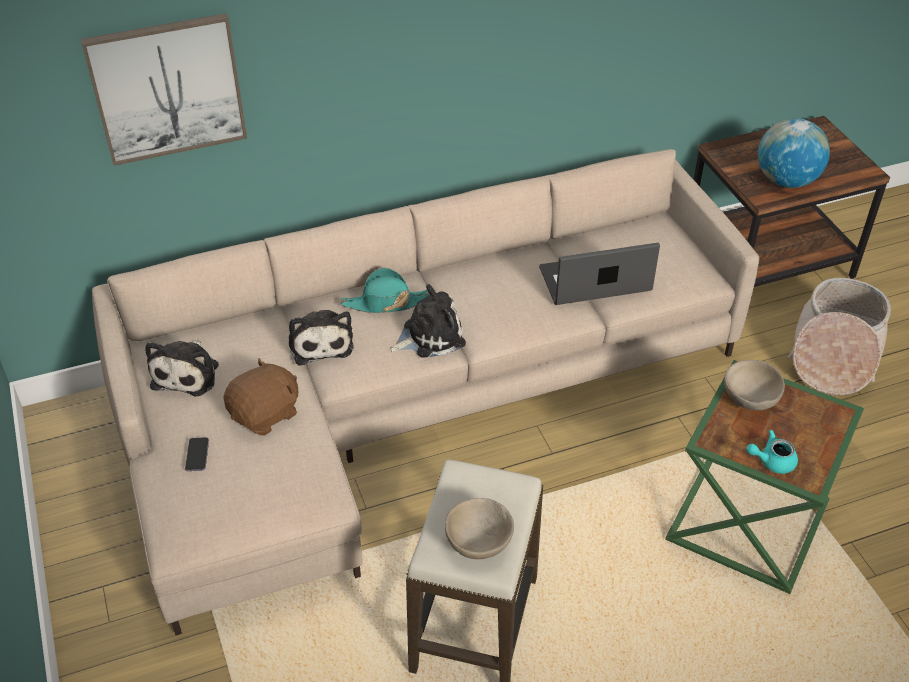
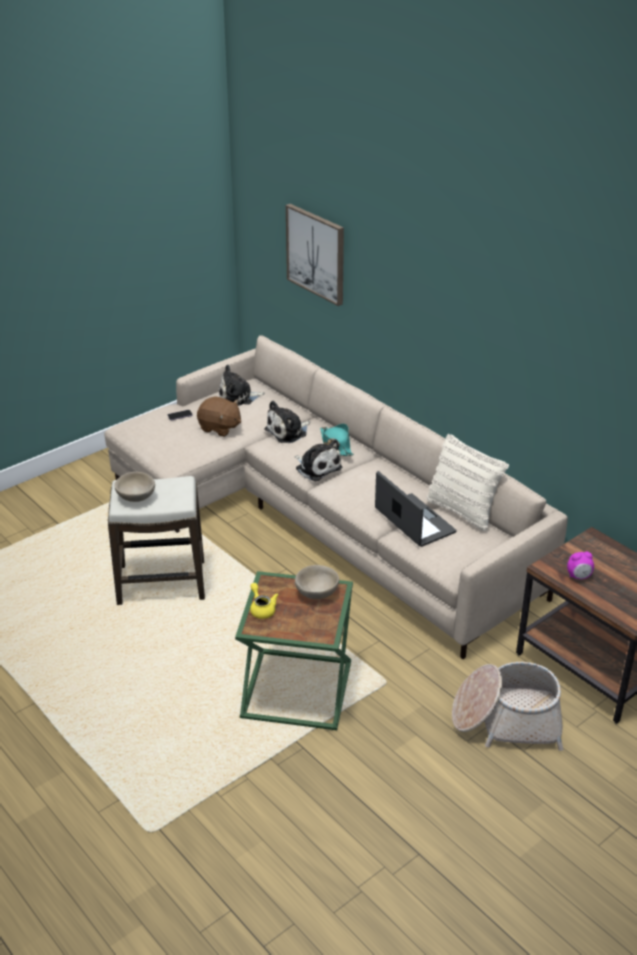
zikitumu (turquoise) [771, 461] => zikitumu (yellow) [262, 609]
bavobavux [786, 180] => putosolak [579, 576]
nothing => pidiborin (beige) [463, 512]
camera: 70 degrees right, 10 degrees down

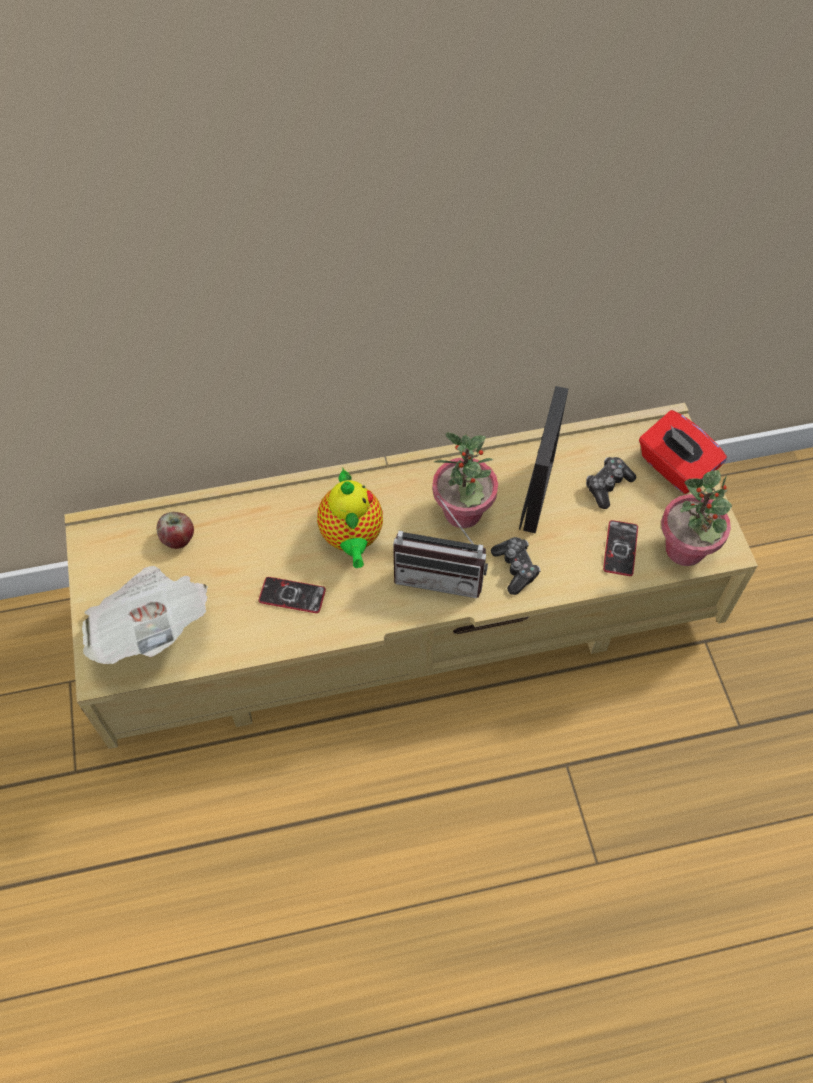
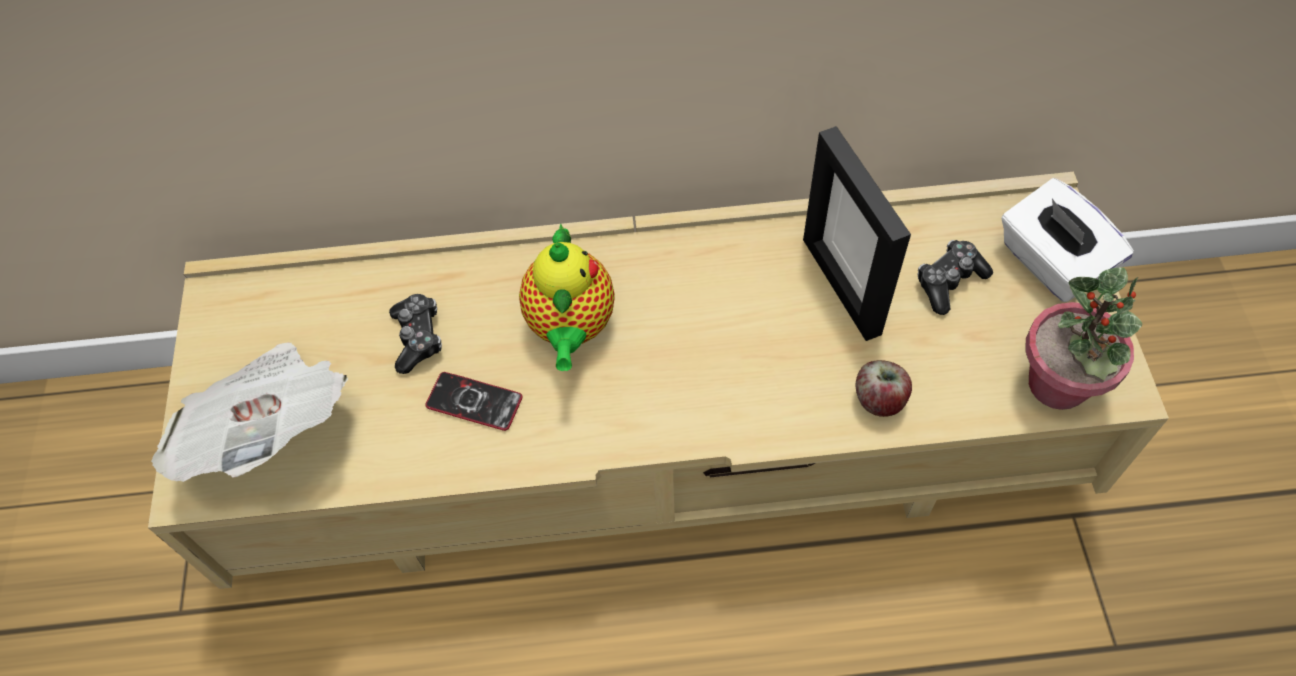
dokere [178, 538] => dokere [879, 400], move
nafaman [441, 574] => nothing
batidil [463, 512] => nothing
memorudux [515, 568] => memorudux [418, 338], move
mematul [536, 493] => mematul [844, 285], 135 degrees clockwise
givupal [620, 548] => nothing
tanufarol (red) [674, 467] => tanufarol (white) [1051, 263]
camera: 10 degrees right, 0 degrees up

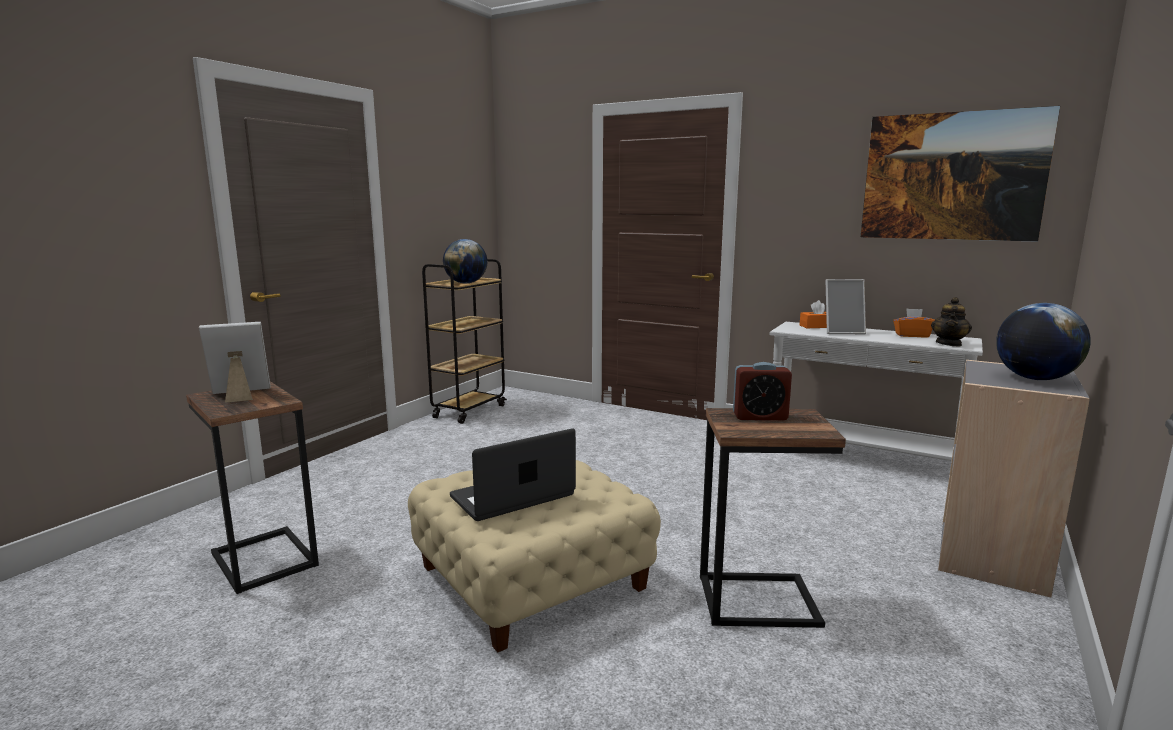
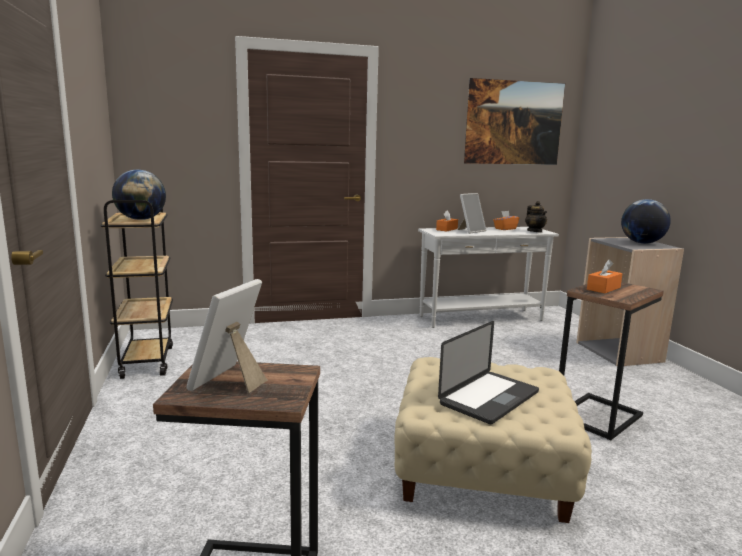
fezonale [512, 496] => fezonale [489, 398], 150 degrees counterclockwise
putosolak [760, 417] => tanufarol (orange) [603, 288]
camera: 45 degrees left, 0 degrees up

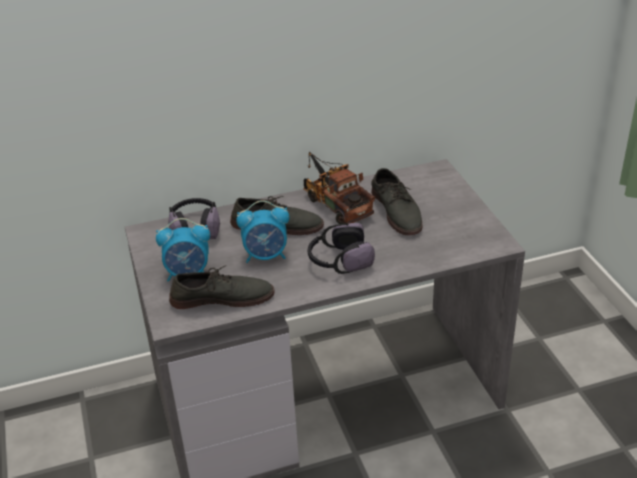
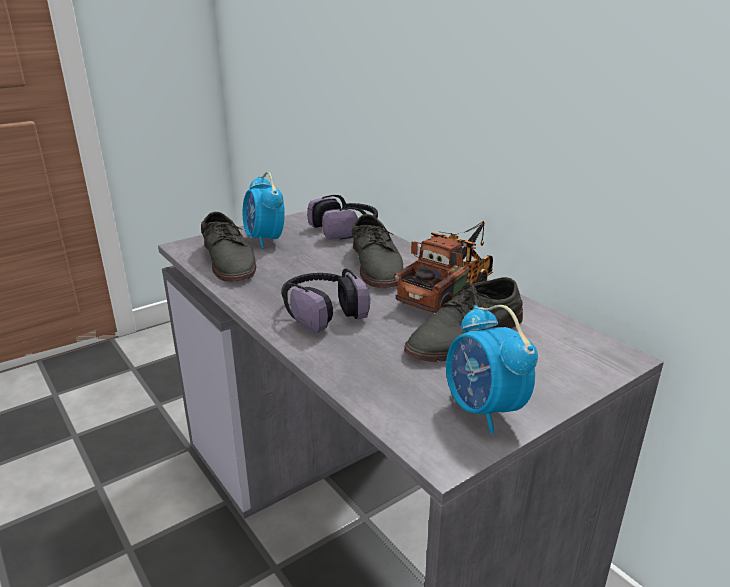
putosolak [266, 256] => putosolak [483, 410], move
camera: 70 degrees right, 10 degrees down

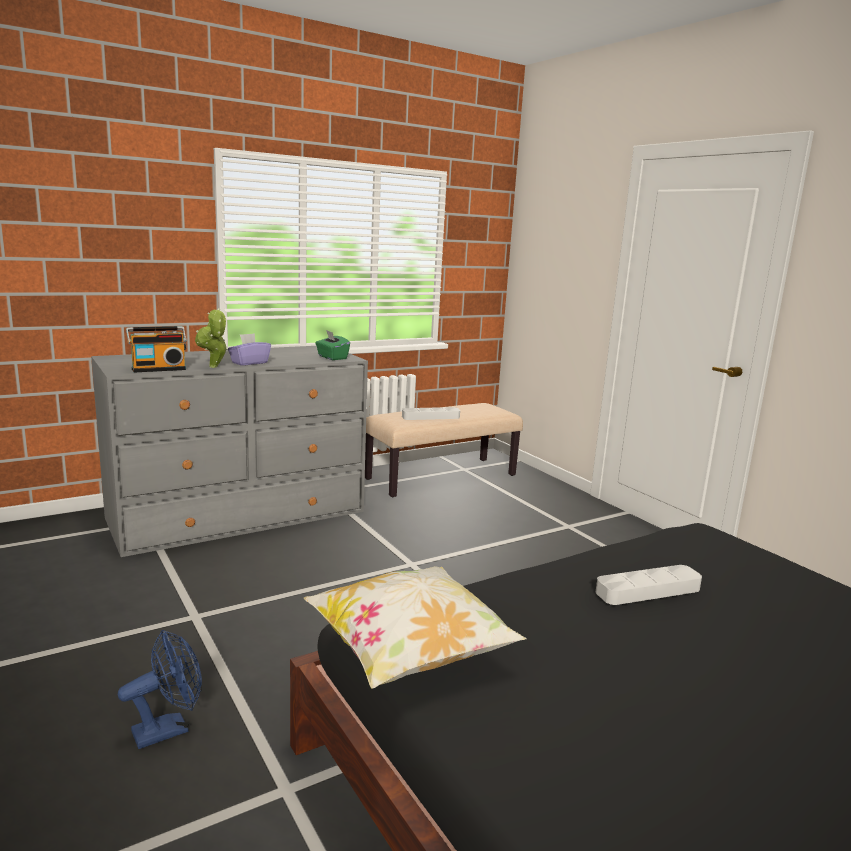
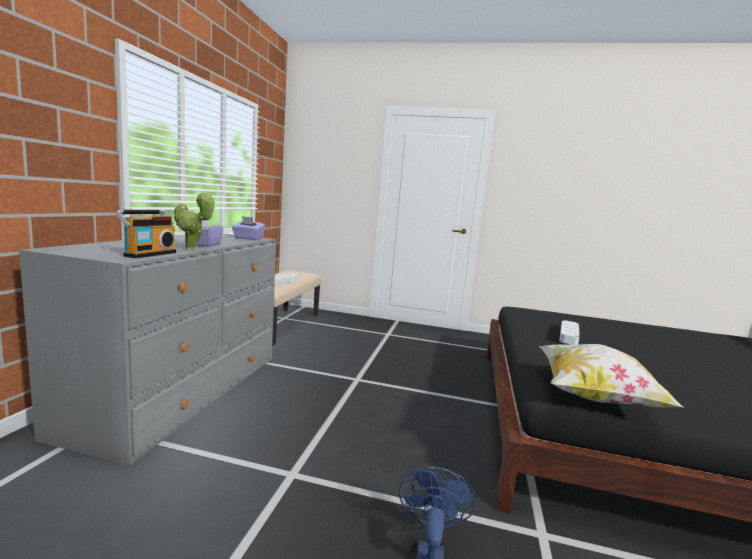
tanufarol (green) [332, 357] => tanufarol (purple) [248, 238]
camera: 45 degrees left, 5 degrees down

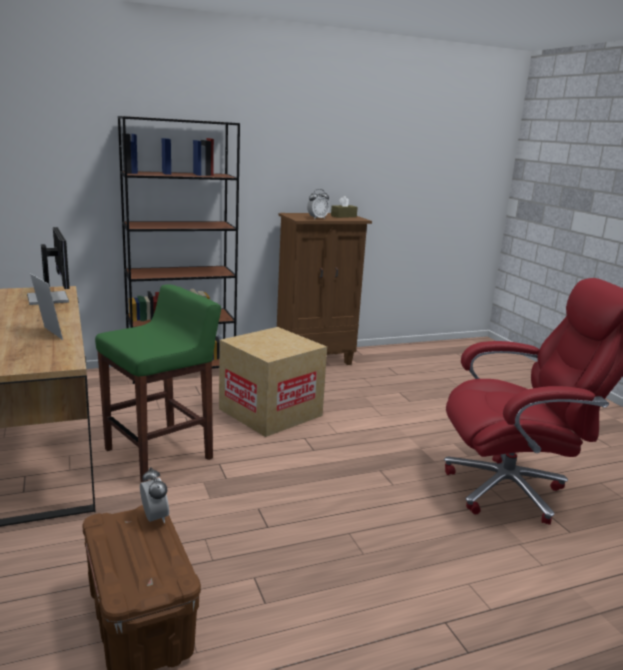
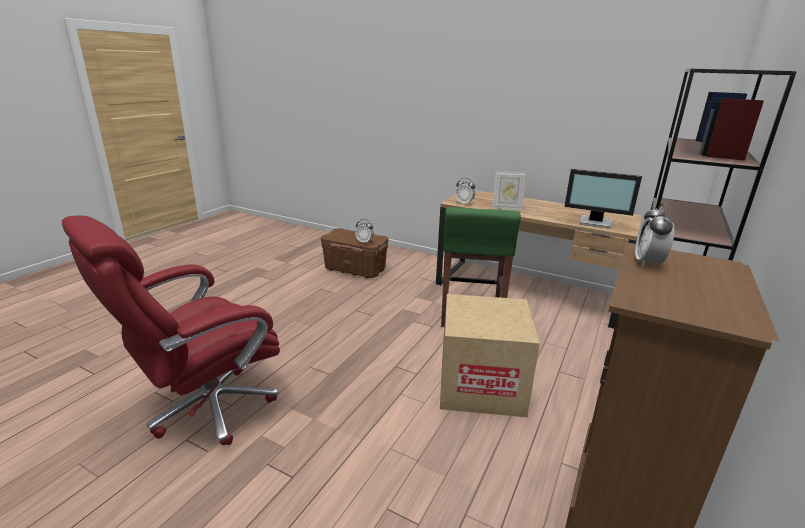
tanufarol (brown) [343, 216] => nothing
nothing => putosolak [464, 203]
camera: 140 degrees right, 5 degrees up

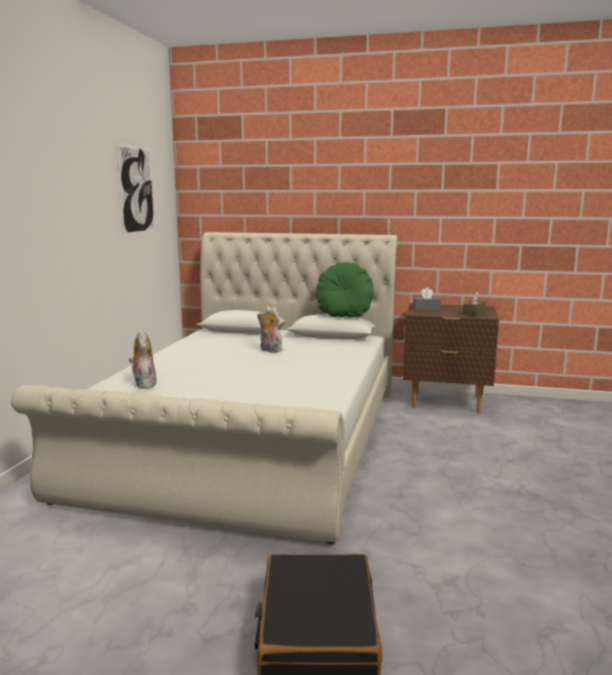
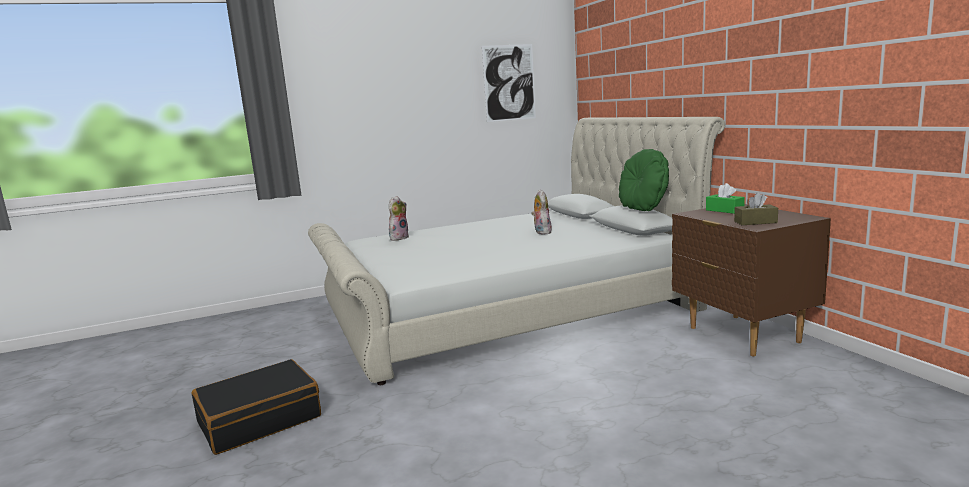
tanufarol (grey) [426, 309] => tanufarol (green) [724, 210]
camera: 55 degrees right, 0 degrees up

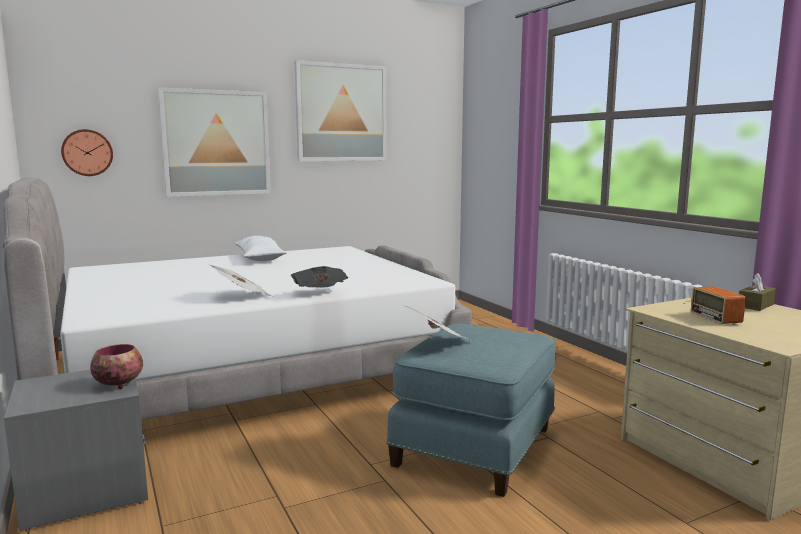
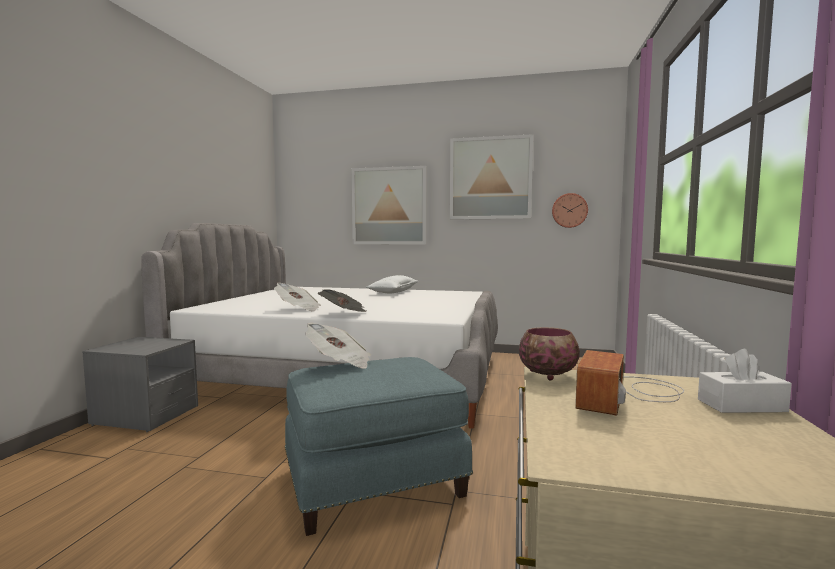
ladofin [87, 152] => ladofin [569, 210], move
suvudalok [119, 384] => suvudalok [548, 375], move
tanufarol (brown) [756, 305] => tanufarol (white) [741, 405]
camera: 40 degrees right, 5 degrees down

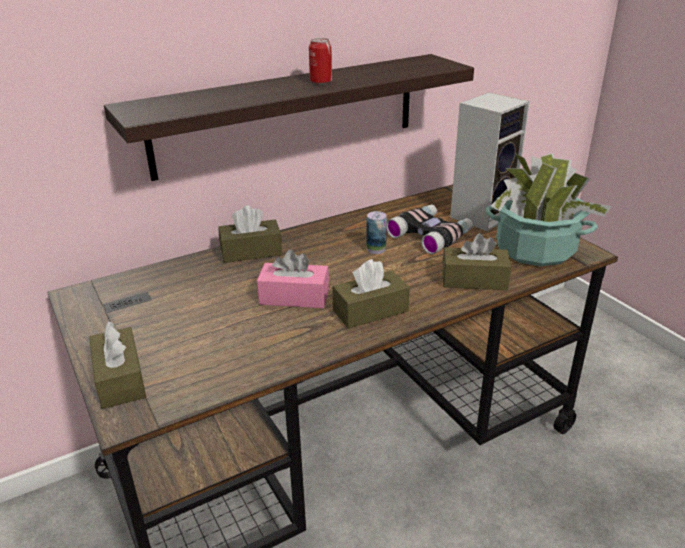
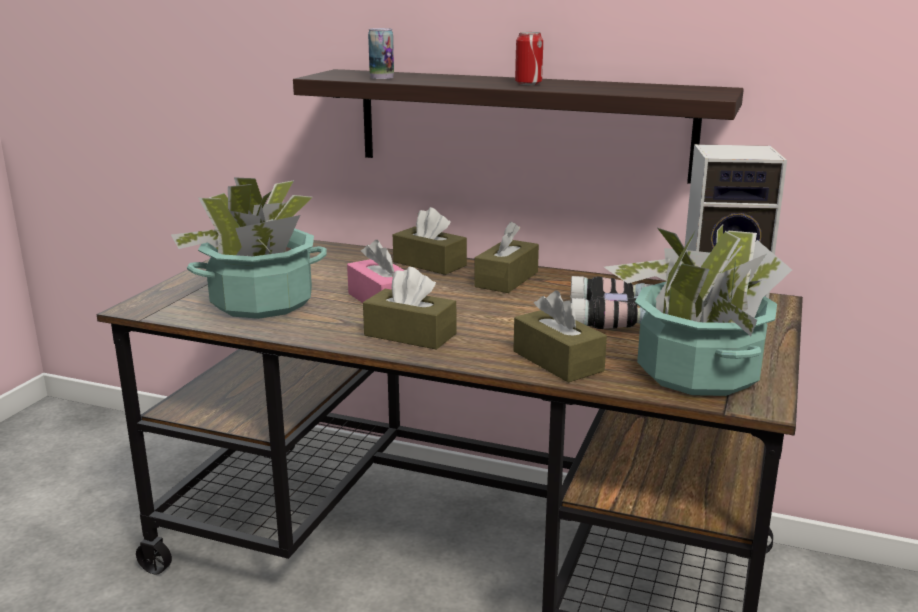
tanufarol (brown) [120, 379] => tanufarol (brown) [506, 279], move
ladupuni [376, 249] => ladupuni [381, 77], move
nothing => batidil [262, 302]
camera: 50 degrees right, 10 degrees down

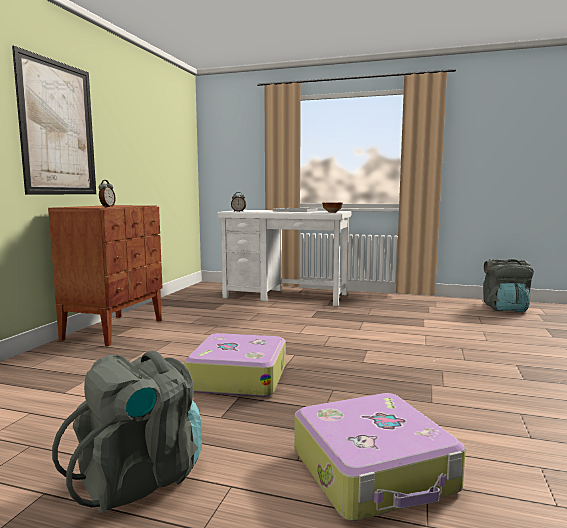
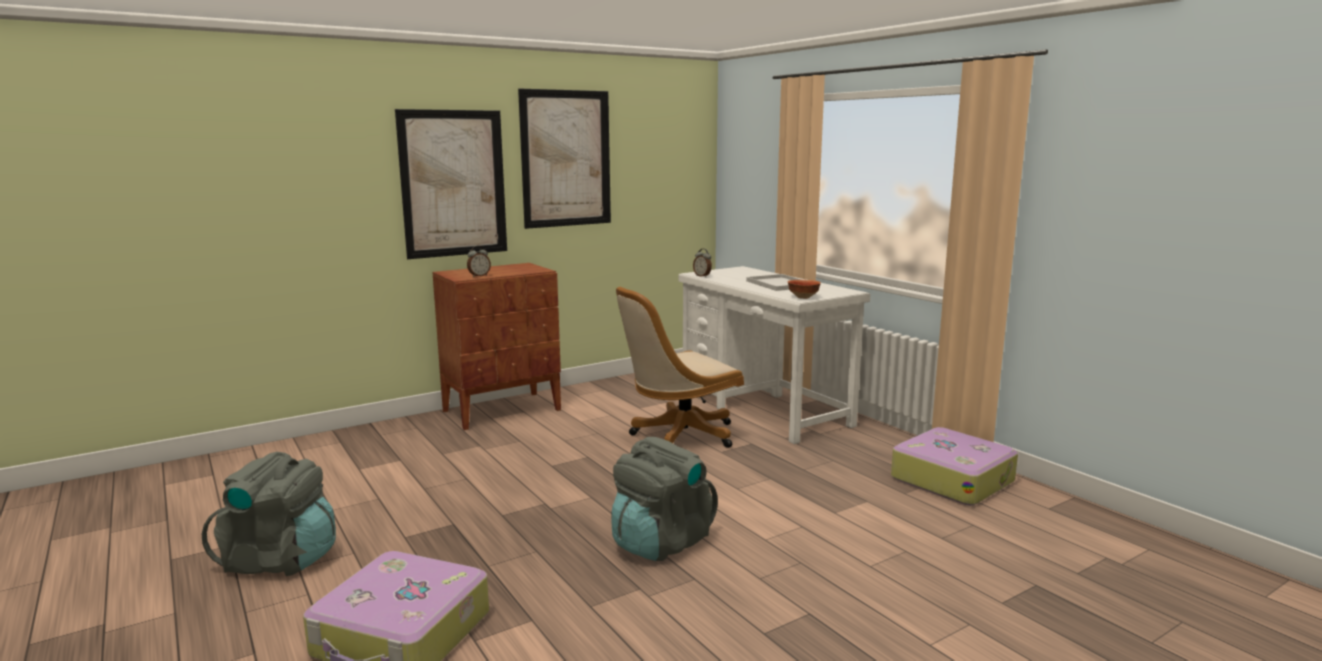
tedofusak [238, 377] => tedofusak [952, 479], move
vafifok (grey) [505, 308] => vafifok (grey) [660, 542], move
nothing => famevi [566, 159]
nothing => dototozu [678, 436]
camera: 40 degrees right, 5 degrees up

